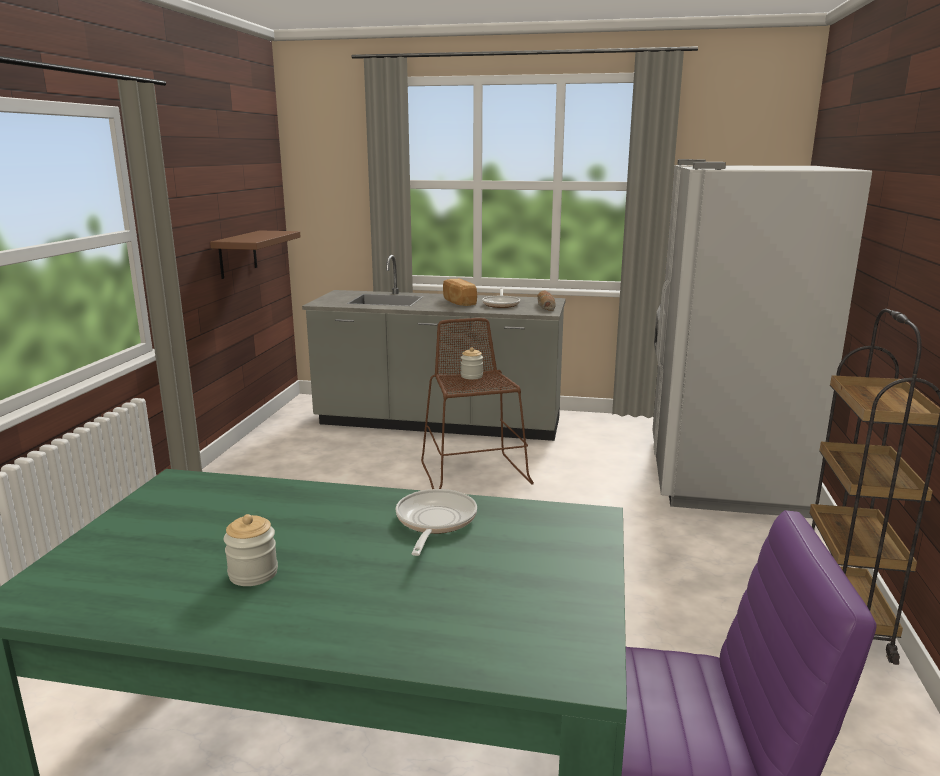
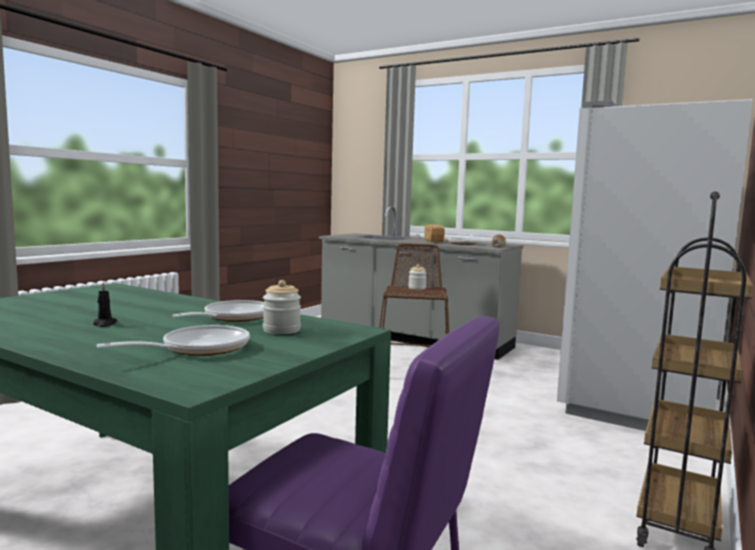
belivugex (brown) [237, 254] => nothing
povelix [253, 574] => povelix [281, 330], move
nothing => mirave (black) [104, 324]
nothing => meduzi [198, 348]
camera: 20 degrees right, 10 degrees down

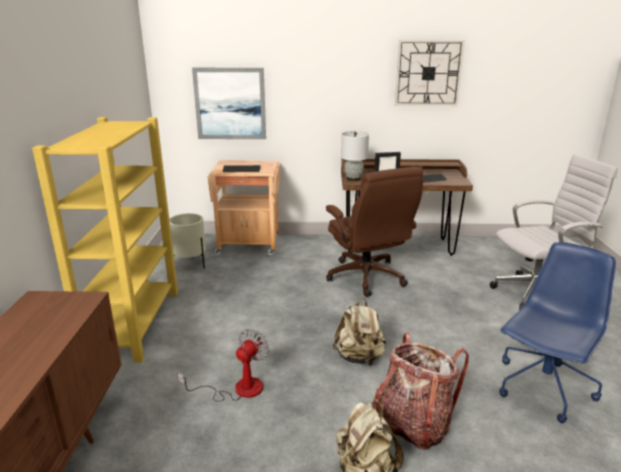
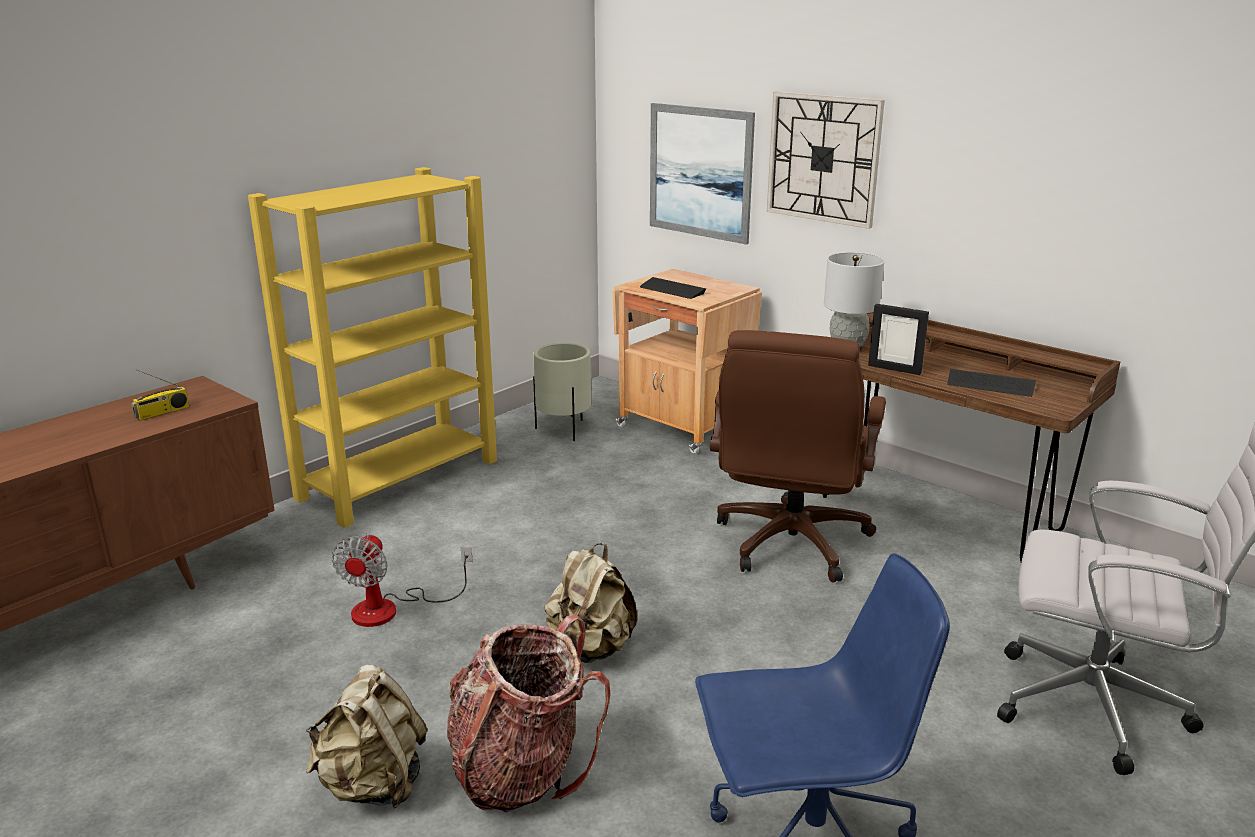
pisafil [238, 389] => pisafil [391, 609], 120 degrees clockwise
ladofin [428, 73] => ladofin [823, 158], move
nothing => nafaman [162, 412]
camera: 40 degrees right, 0 degrees up

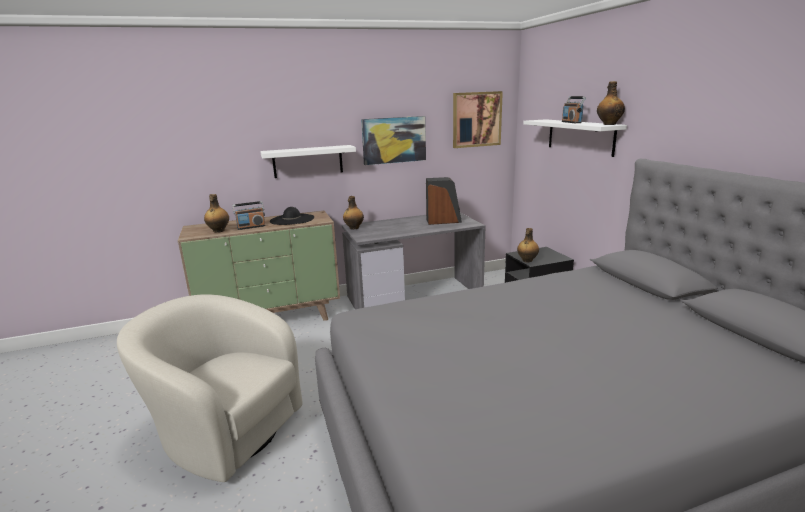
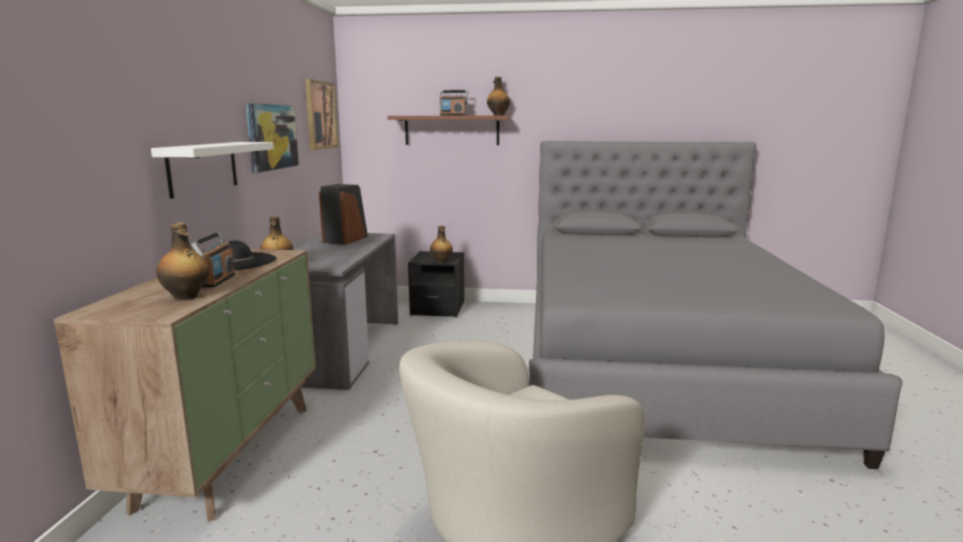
belivugex (white) [580, 136] => belivugex (brown) [452, 130]
camera: 65 degrees left, 5 degrees down

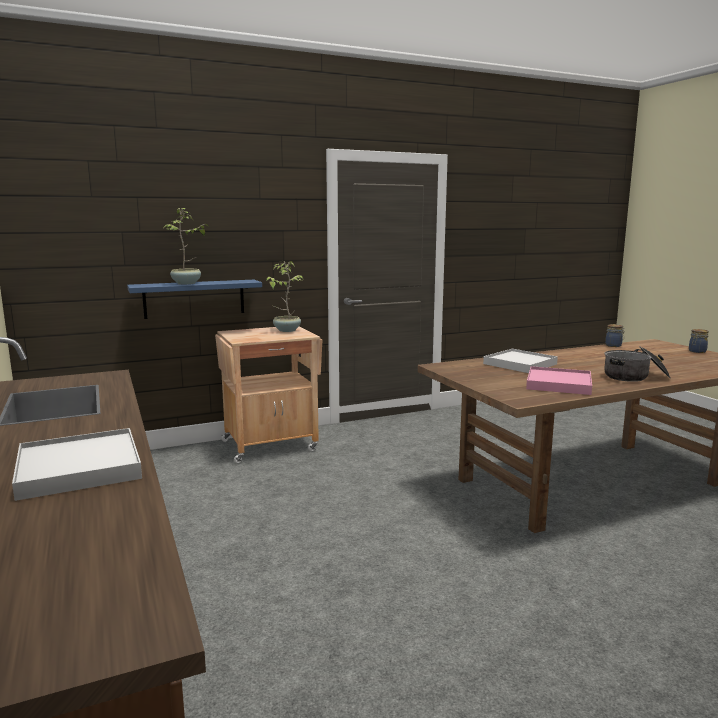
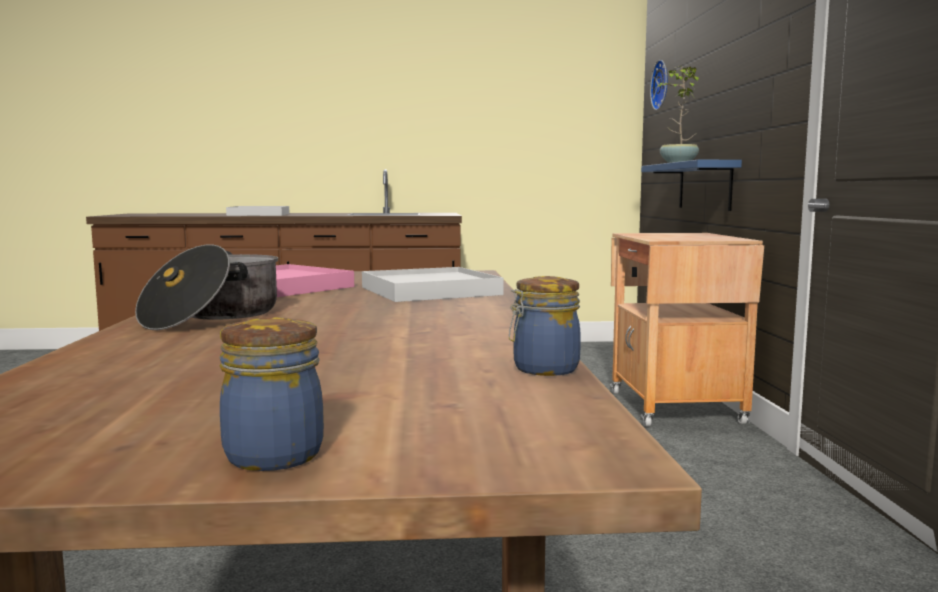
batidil [286, 330] => nothing
nothing => ladofin [662, 85]
camera: 110 degrees right, 5 degrees down

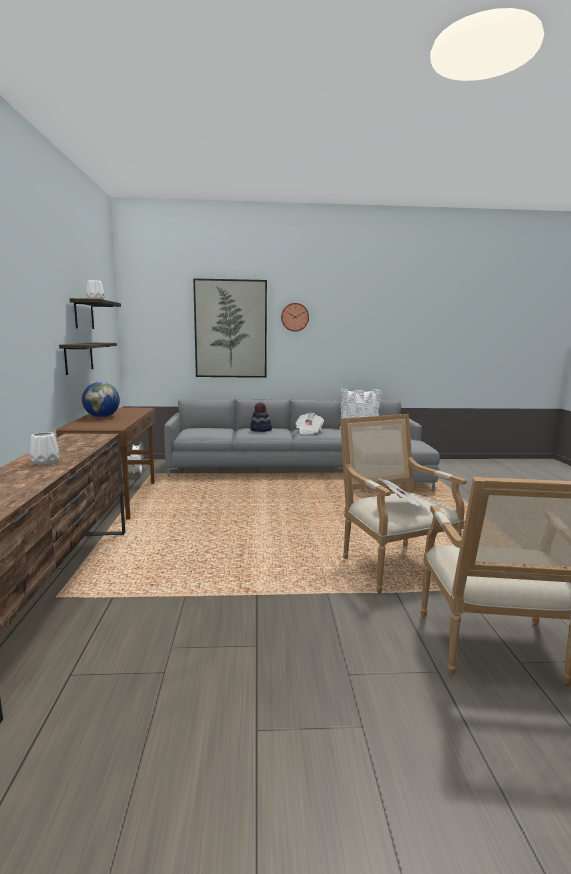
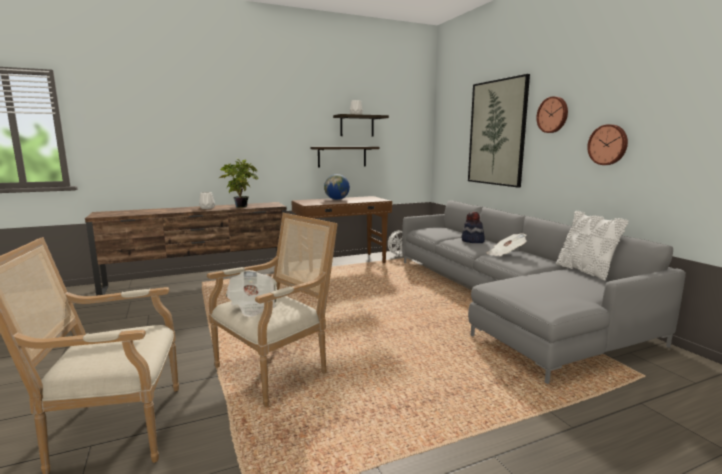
nothing => batidil [241, 206]
nothing => ladofin [608, 145]
camera: 70 degrees right, 0 degrees up

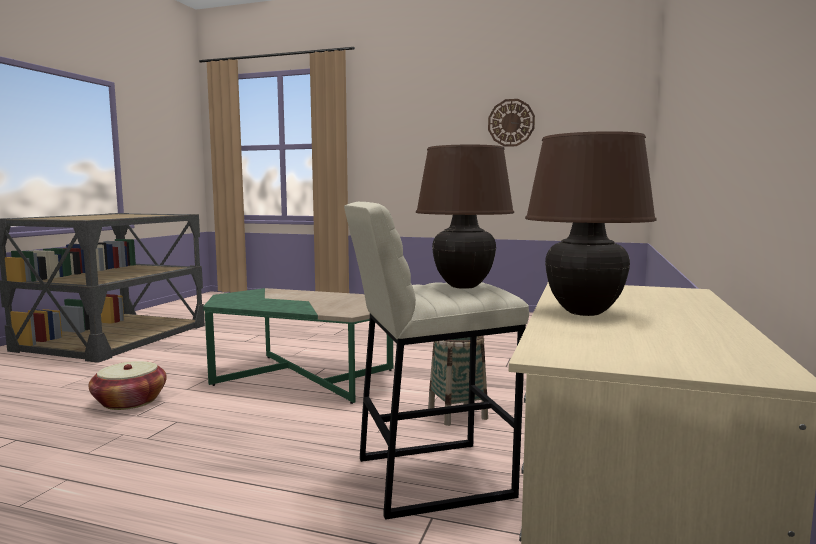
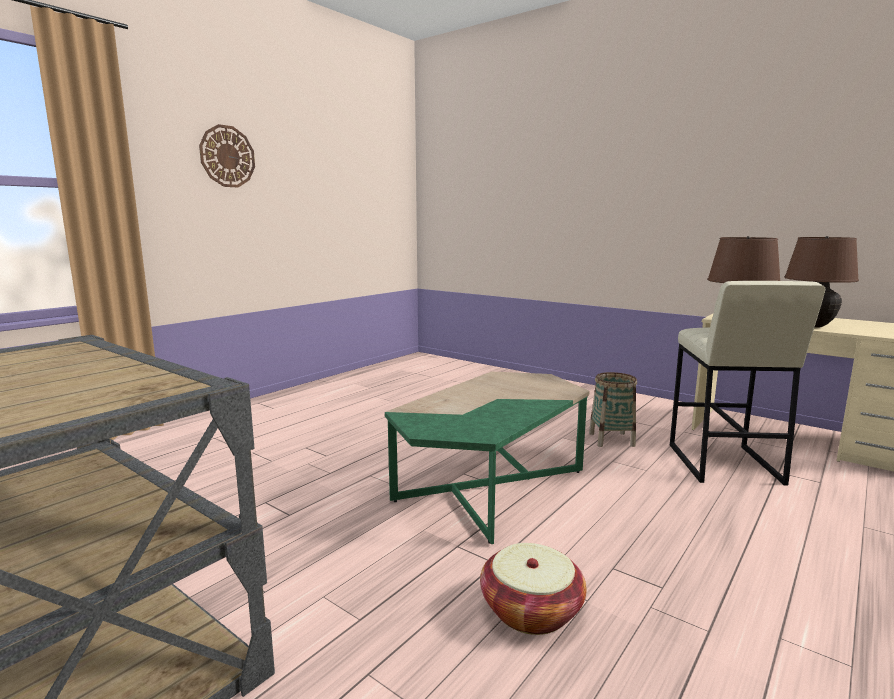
ladofin [511, 123] => ladofin [227, 156], move
camera: 70 degrees left, 5 degrees up

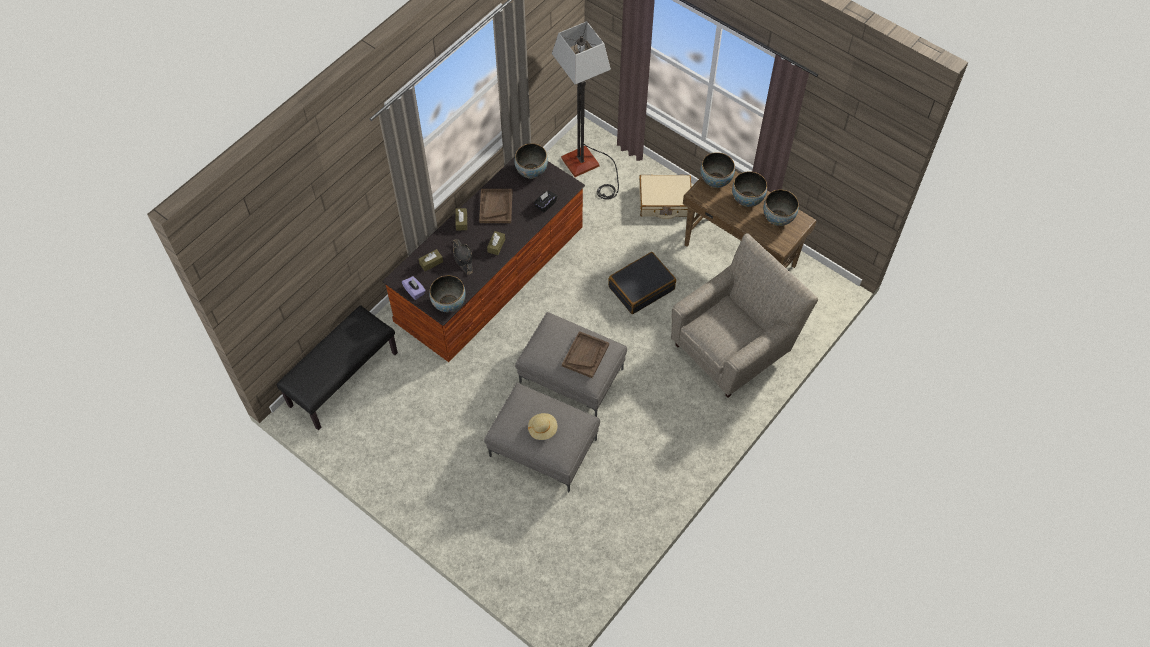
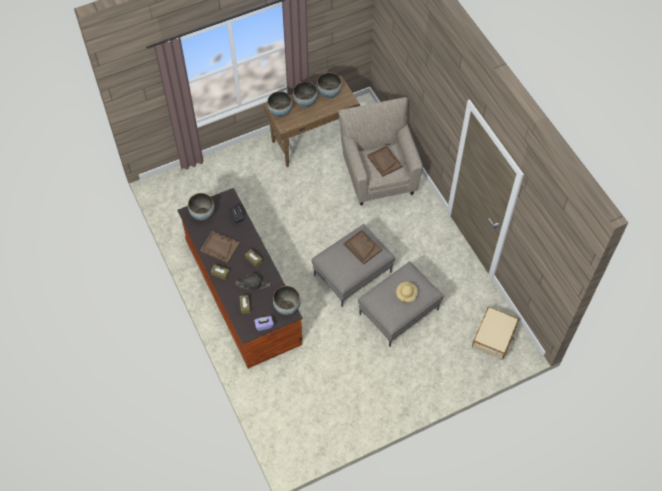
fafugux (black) [343, 378] => nothing
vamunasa [588, 168] => nothing
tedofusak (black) [641, 288] => nothing
tedofusak (beige) [664, 201] => tedofusak (beige) [494, 336], move
nothing => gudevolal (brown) [384, 161]
camera: 65 degrees left, 0 degrees up

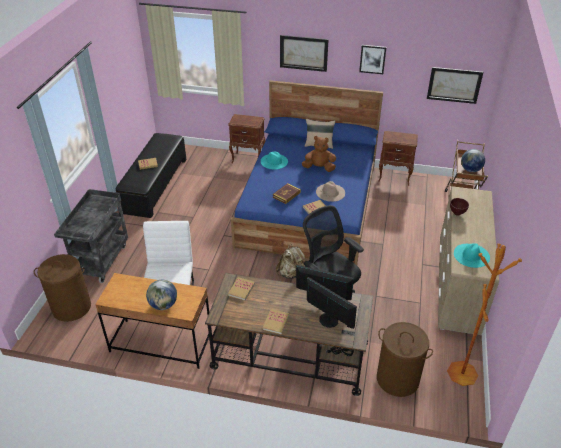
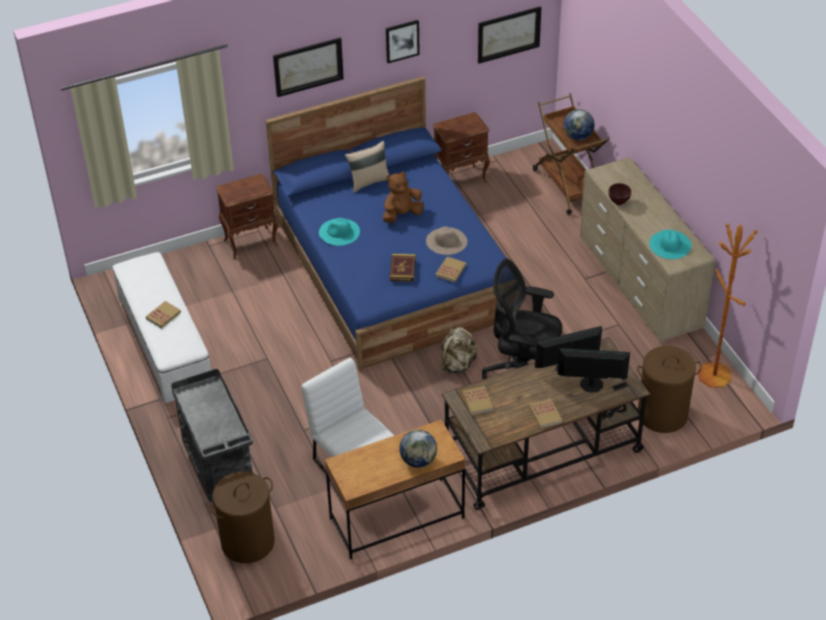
fafugux (black) [155, 184] => fafugux (white) [164, 341]
camera: 35 degrees left, 5 degrees up

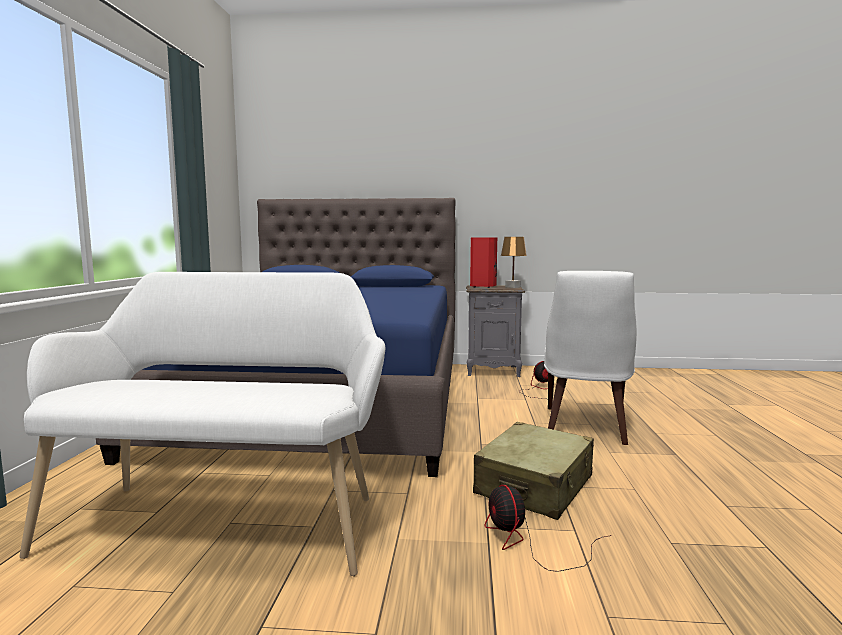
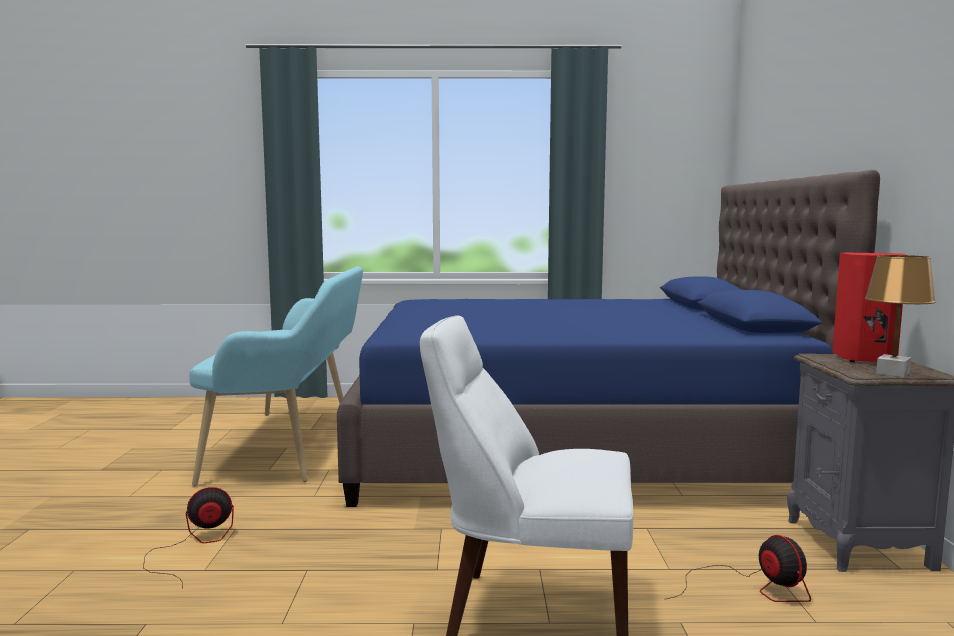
fafugux (white) [225, 519] => fafugux (turquoise) [292, 445]
tedofusak (beige) [534, 486] => nothing
camera: 85 degrees right, 0 degrees up

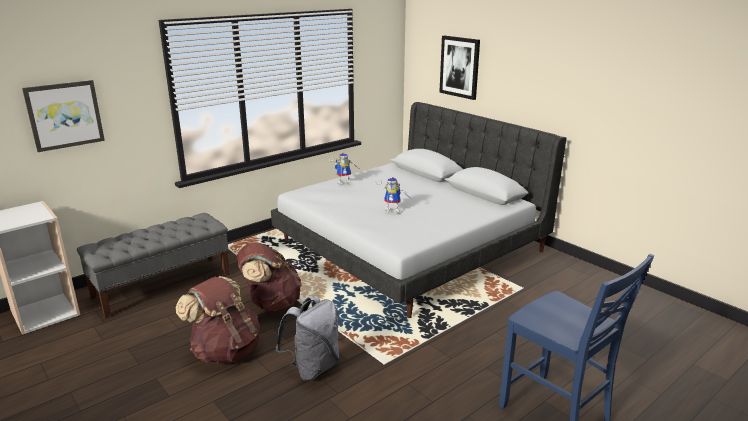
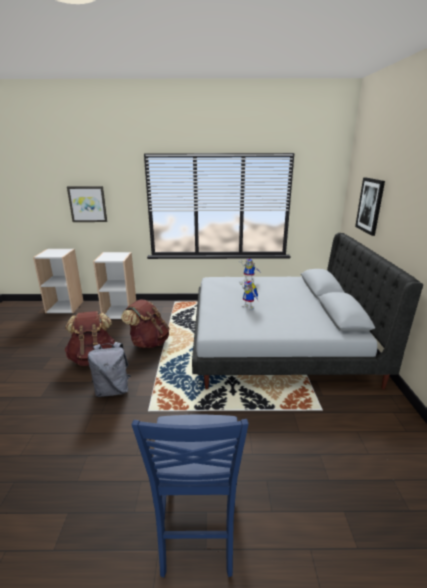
fafugux (grey) [163, 285] => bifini [120, 312]
camera: 40 degrees right, 0 degrees up

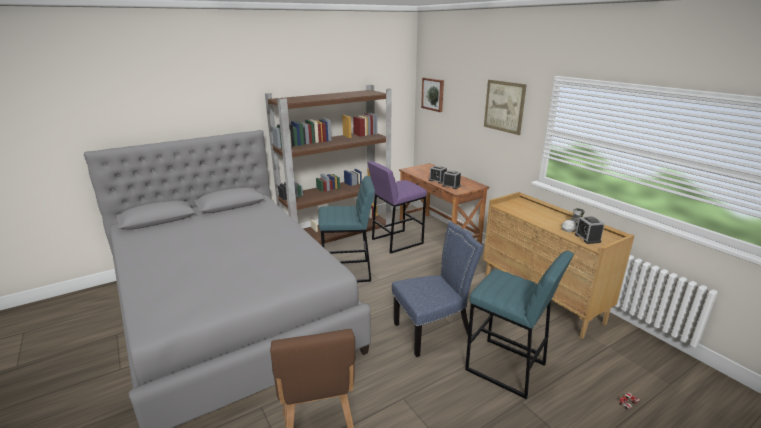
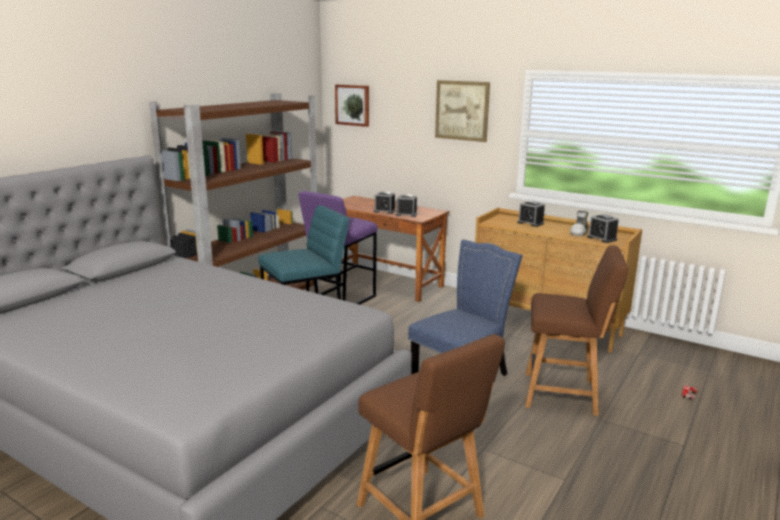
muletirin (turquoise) [507, 368] => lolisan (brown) [564, 394]
nothing => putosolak [530, 223]
camera: 25 degrees left, 5 degrees down

